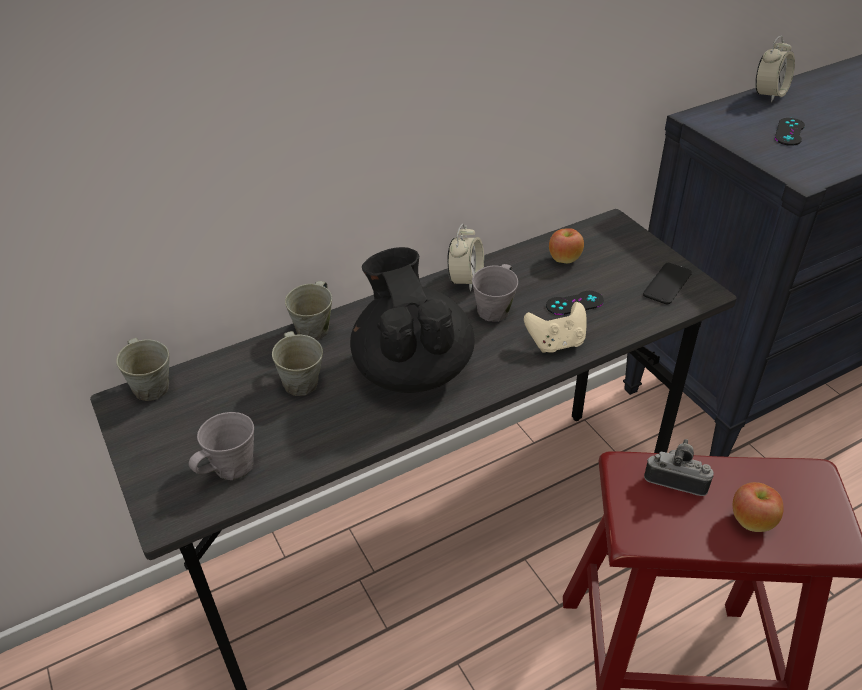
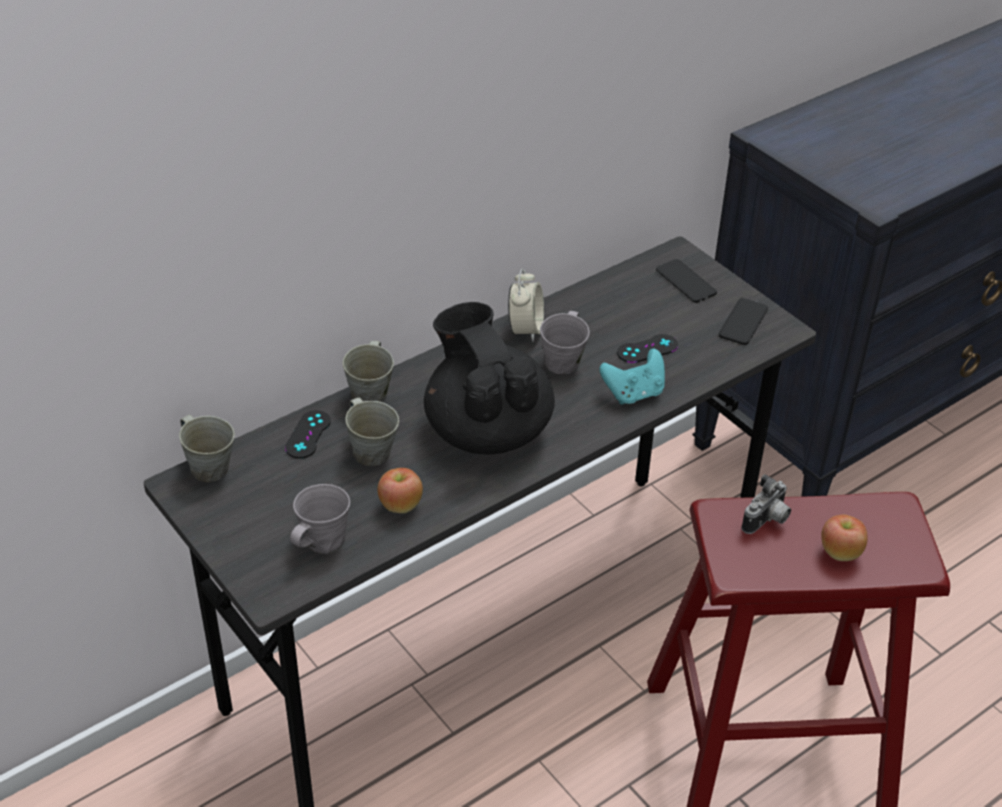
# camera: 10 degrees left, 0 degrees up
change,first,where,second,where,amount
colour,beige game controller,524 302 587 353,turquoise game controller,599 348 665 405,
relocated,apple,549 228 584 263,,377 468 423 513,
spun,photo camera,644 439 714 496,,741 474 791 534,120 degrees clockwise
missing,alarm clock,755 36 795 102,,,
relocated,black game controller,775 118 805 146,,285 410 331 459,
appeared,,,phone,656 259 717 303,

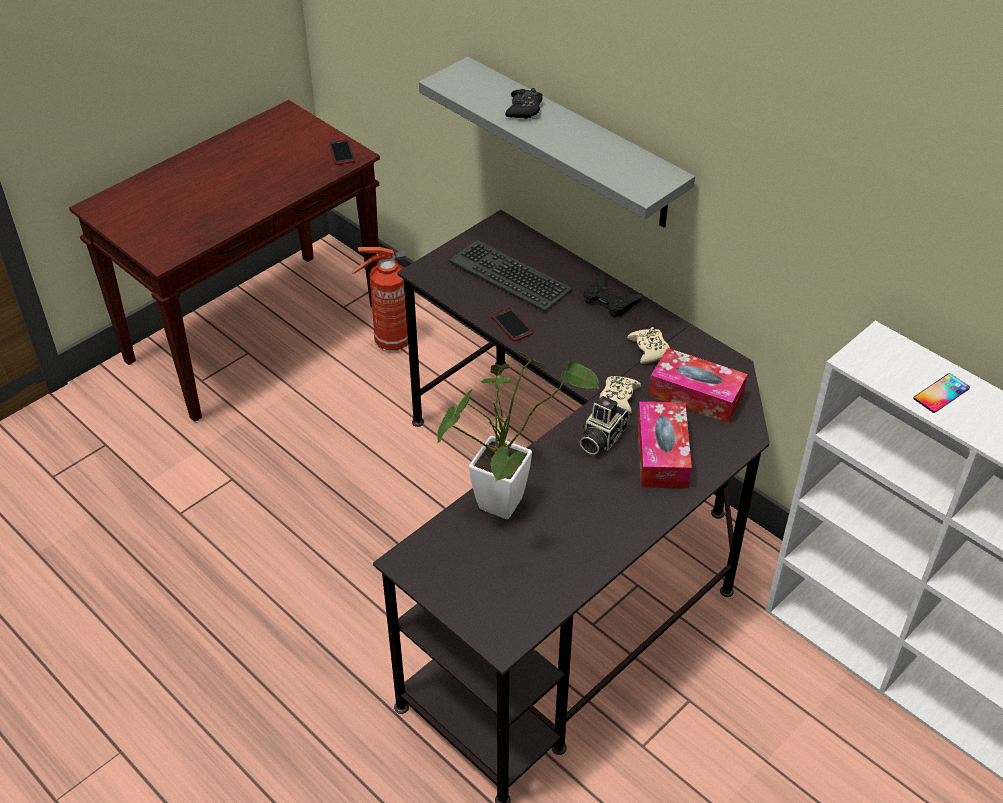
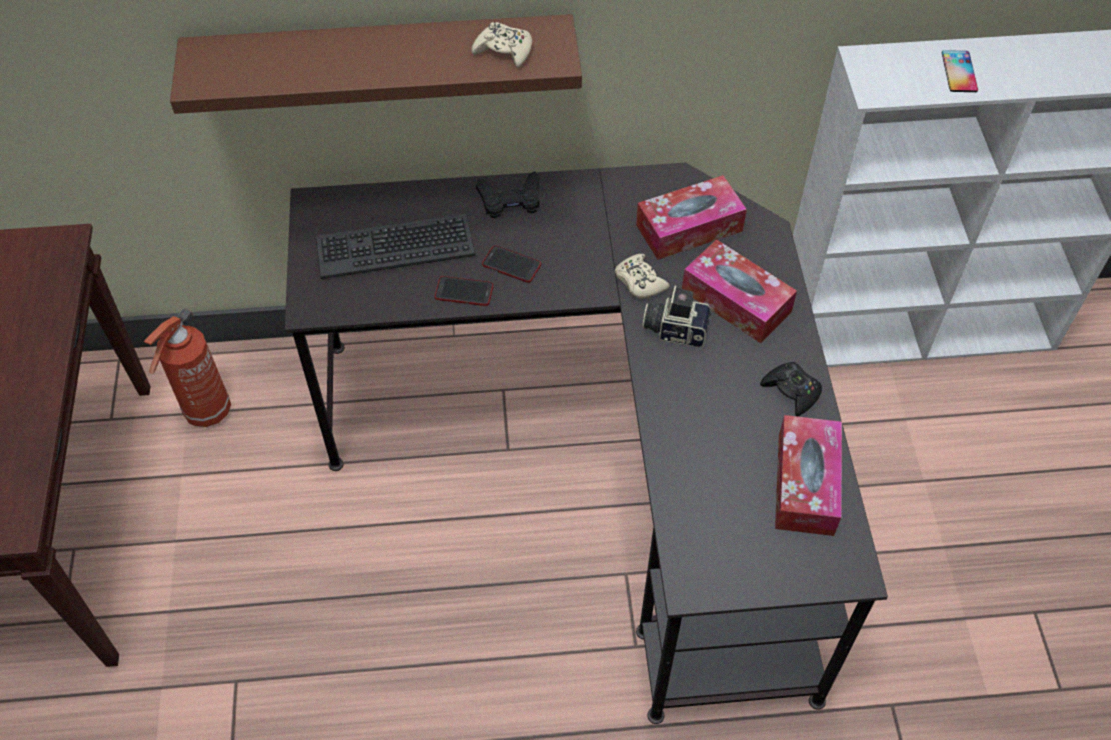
# camera: 50 degrees left, 10 degrees up
change,first,where,second,where,amount
relocated,phone,329 140 355 165,,482 245 541 283,
colour,grey shelf,419 57 695 227,brown shelf,170 14 582 114,
missing,potted plant,437 350 599 519,,,
relocated,black game controller,505 88 543 119,,760 362 822 416,
spun,photo camera,580 396 629 455,,642 286 711 347,120 degrees clockwise
relocated,beige game controller,627 327 670 364,,471 22 532 68,
appeared,,,tissue box,775 415 842 536,

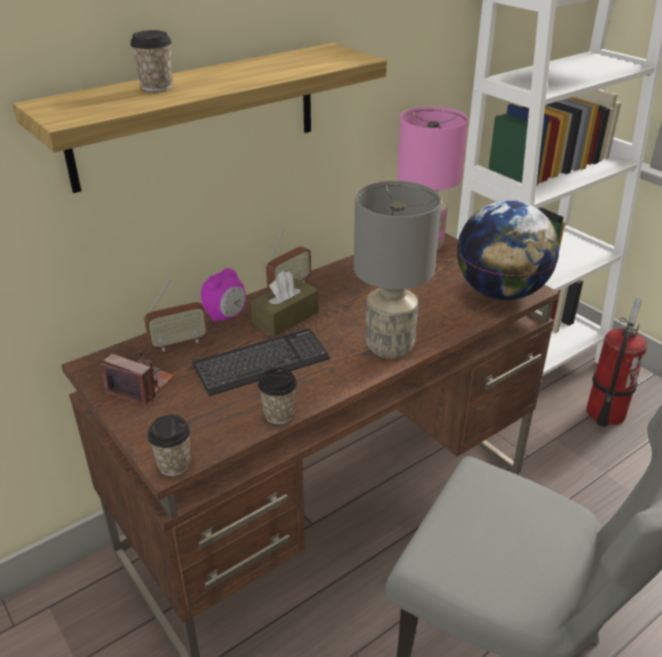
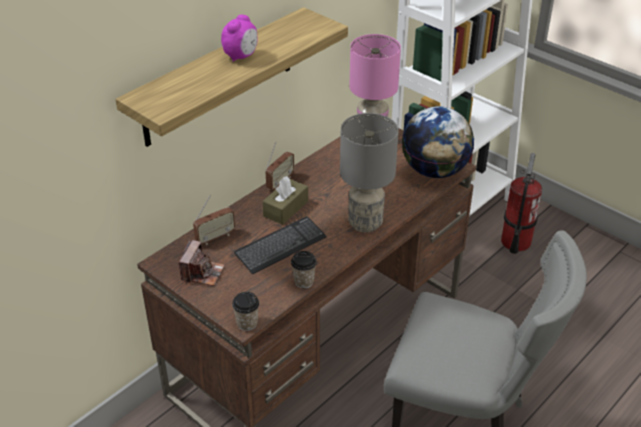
# camera: 10 degrees left, 5 degrees up
change,first,where,second,where,amount
spun,photo camera,100 351 175 405,,179 240 225 286,90 degrees clockwise
missing,cup,130 30 172 92,,,
relocated,alarm clock,201 268 246 323,,221 15 258 62,

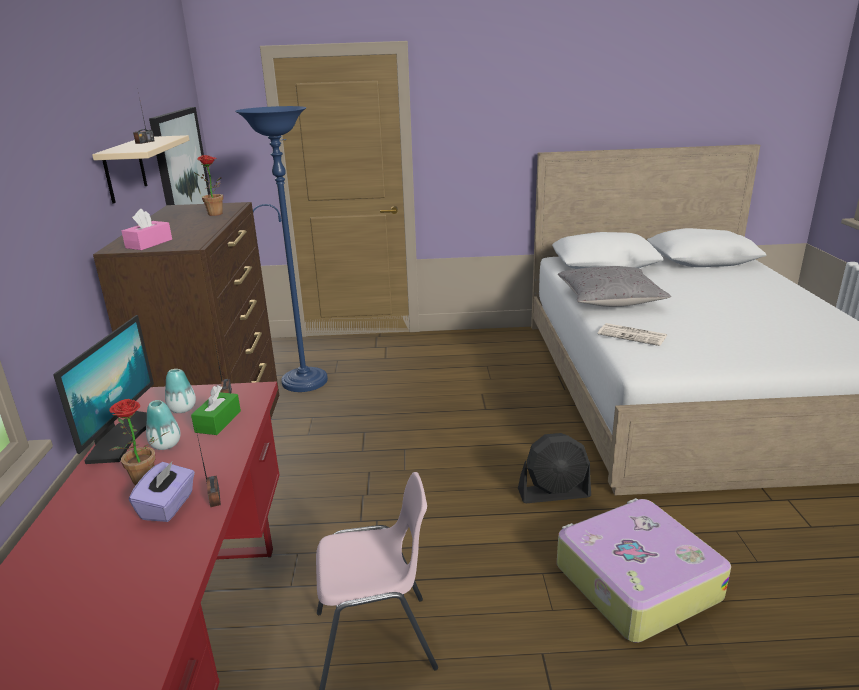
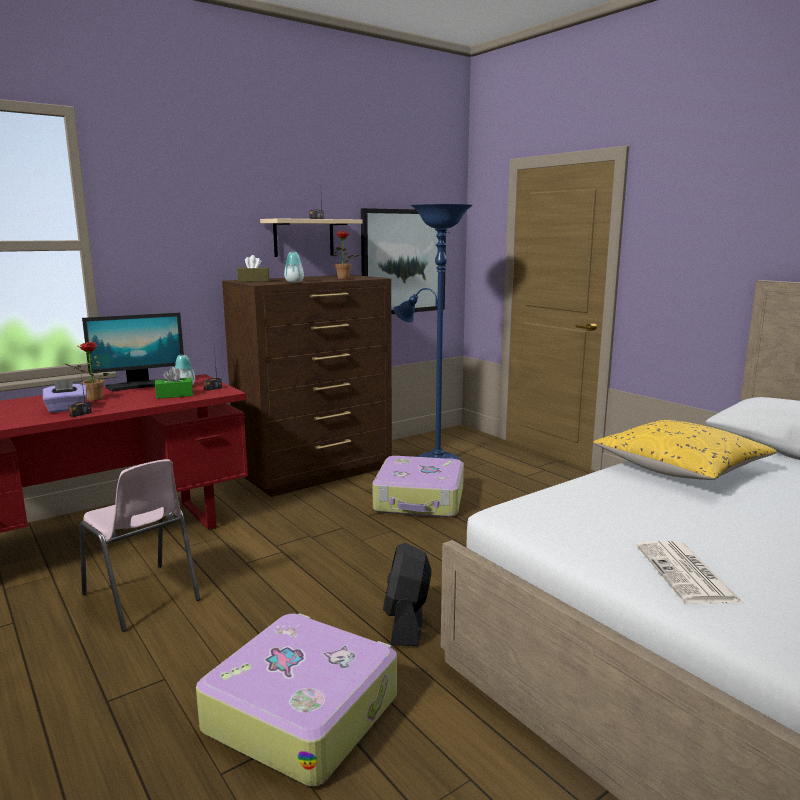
# camera: 55 degrees right, 10 degrees down
change,first,where,second,where,amount
colour,pink tissue box,122 209 172 250,brown tissue box,237 255 269 282,
relocated,vase,146 400 180 450,,284 252 304 283,
spun,black fan,518 433 591 503,,383 543 432 646,45 degrees clockwise
colour,grey pillow,558 266 671 307,yellow pillow,593 420 777 480,
relocated,newspaper,598 323 667 346,,636 541 744 604,
appeared,,,suitcase,372 456 464 517,

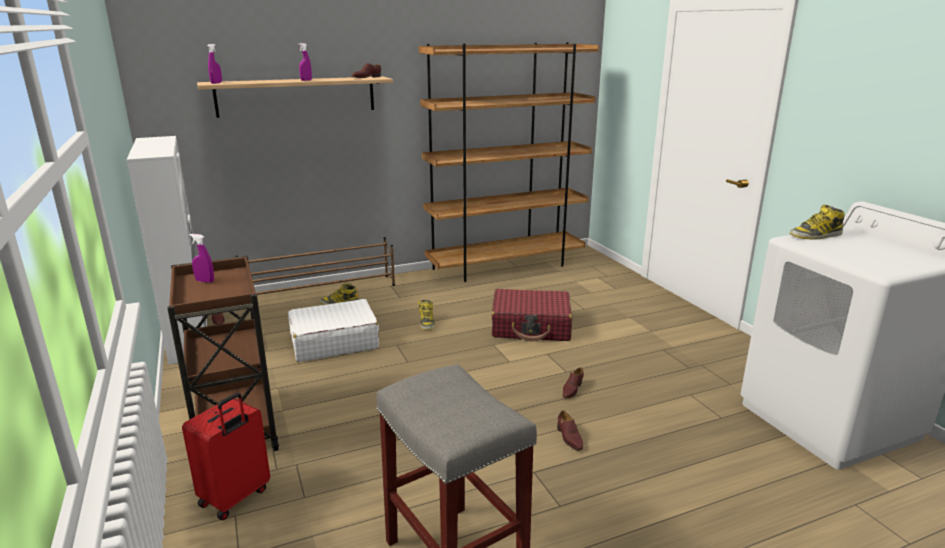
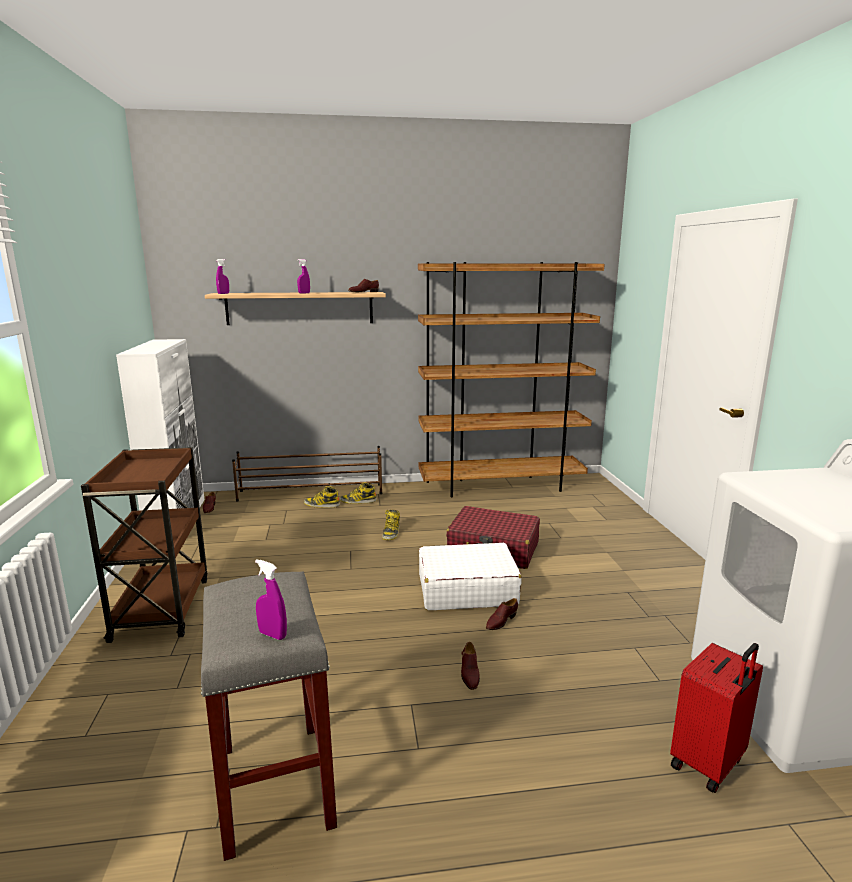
# camera: 15 degrees right, 5 degrees down
change,first,where,second,where,amount
relocated,red suitcase,182 392 270 520,,670 643 763 793,
relocated,purple spray bottle,189 234 214 283,,255 559 287 640,
relocated,white suitcase,288 299 379 362,,419 543 522 610,
relocated,boot,790 204 845 239,,340 482 377 504,

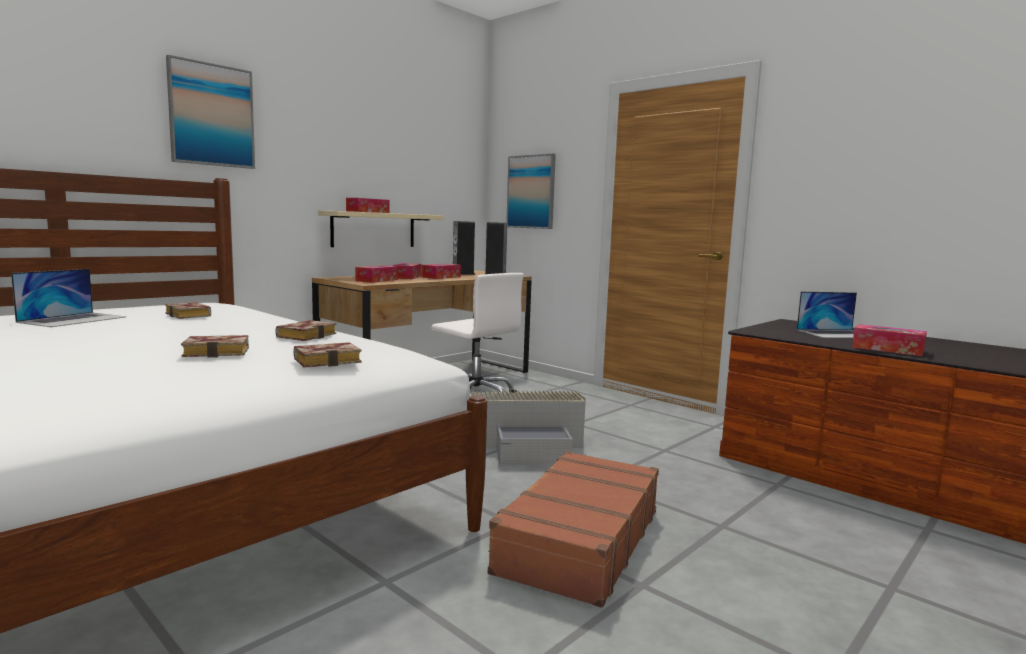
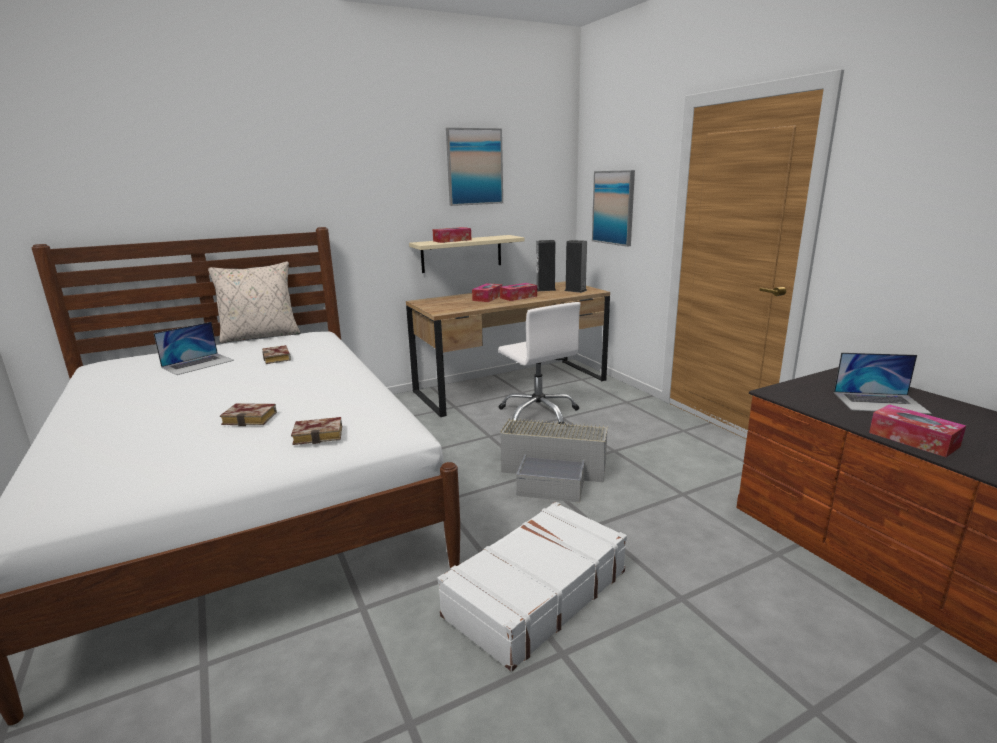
# camera: 20 degrees right, 10 degrees up
change,first,where,second,where,amount
relocated,picture,166 55 255 169,,446 128 503 206,
missing,book,275 320 336 341,,,
missing,tissue box,355 265 398 283,,,
colour,brown suitcase,488 451 659 608,white suitcase,438 502 627 671,
appeared,,,beige pillow,208 262 300 343,

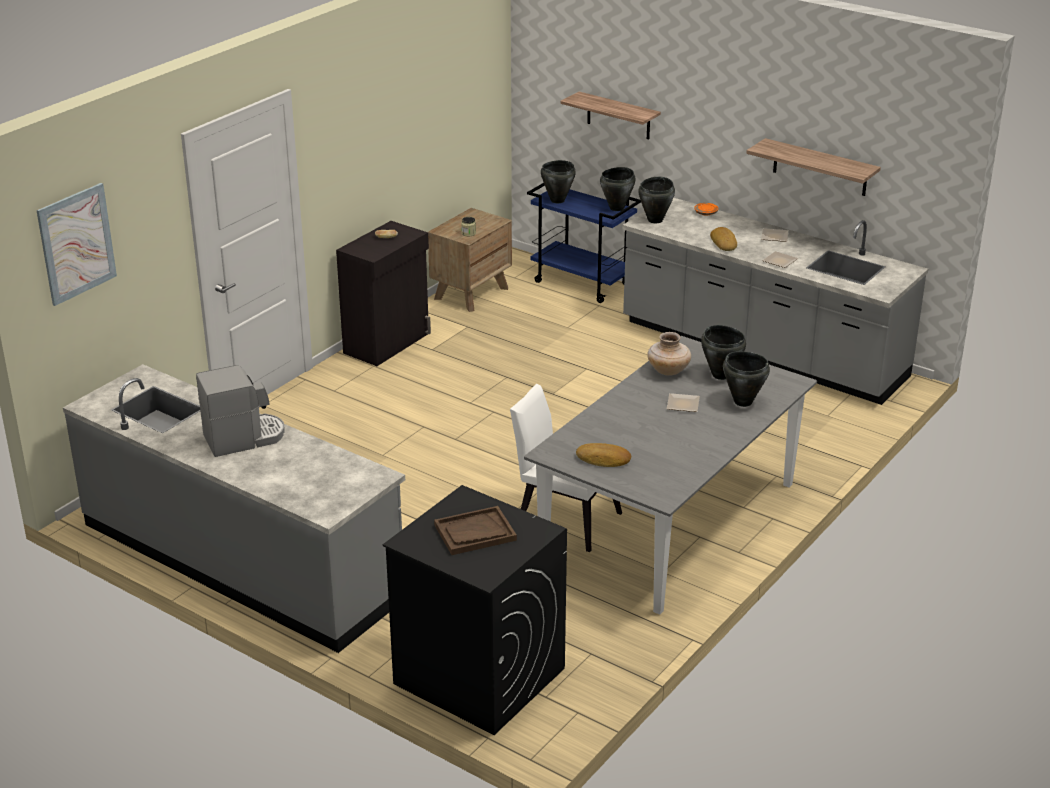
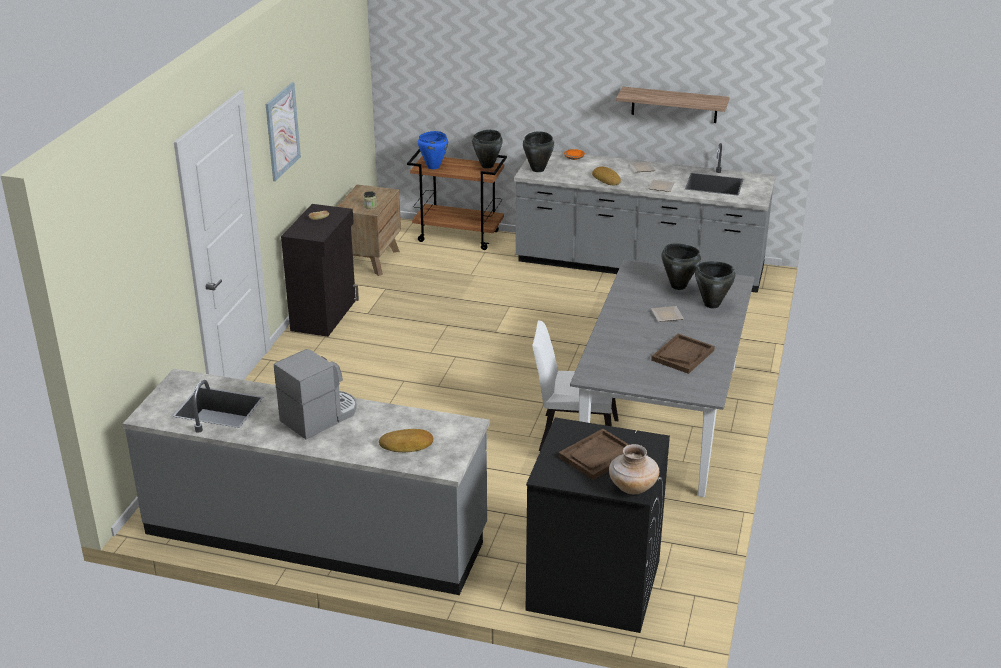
# camera: 20 degrees left, 0 degrees up
change,first,where,second,where,amount
relocated,picture,36 183 117 306,,266 82 301 181,
colour,blue cart,527 183 641 303,brown cart,407 149 507 250,
colour,black cooking pot,541 160 576 203,blue cooking pot,418 131 448 169,
missing,shelf,560 92 661 140,,,
relocated,bread,576 443 631 467,,379 429 433 452,
relocated,beige vase,647 332 691 376,,609 444 659 494,
appeared,,,brown tray,651 334 715 374,

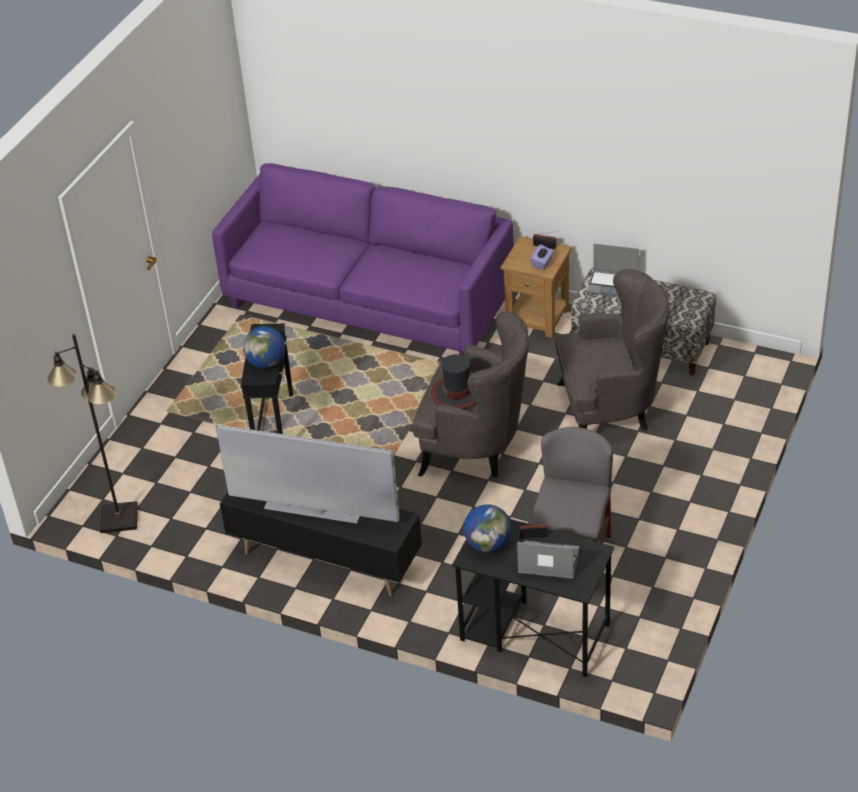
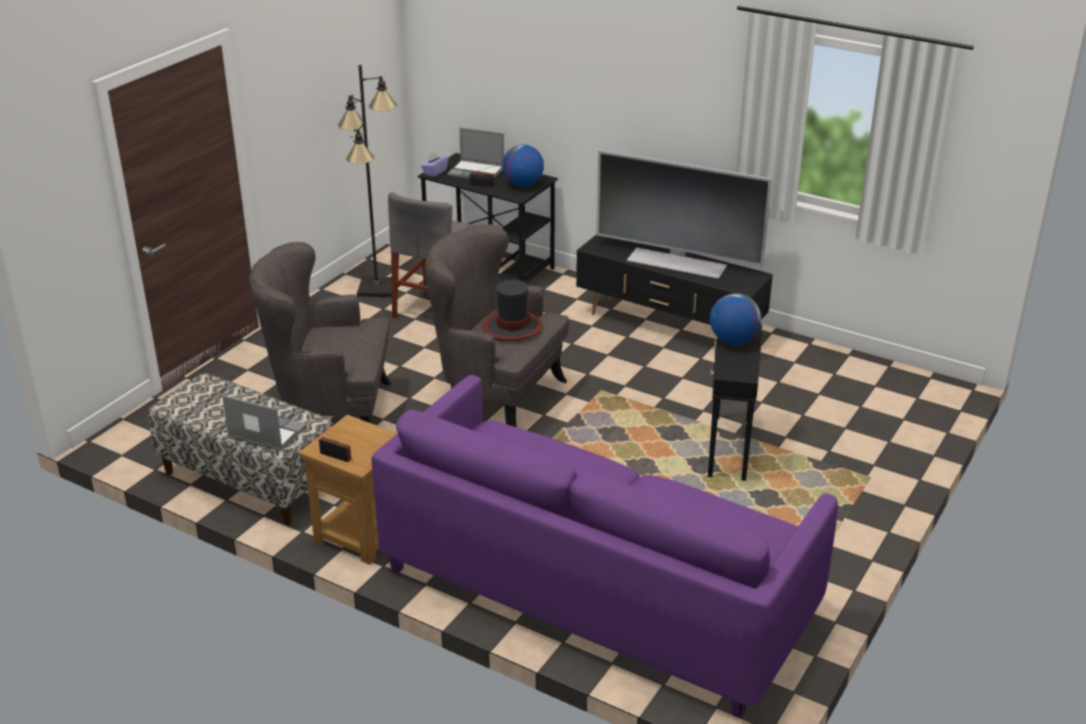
# camera: 175 degrees left, 10 degrees down
change,first,where,second,where,amount
relocated,black floor lamp,48 334 138 533,,338 65 397 297,
relocated,purple tissue box,530 244 554 270,,421 151 449 177,

